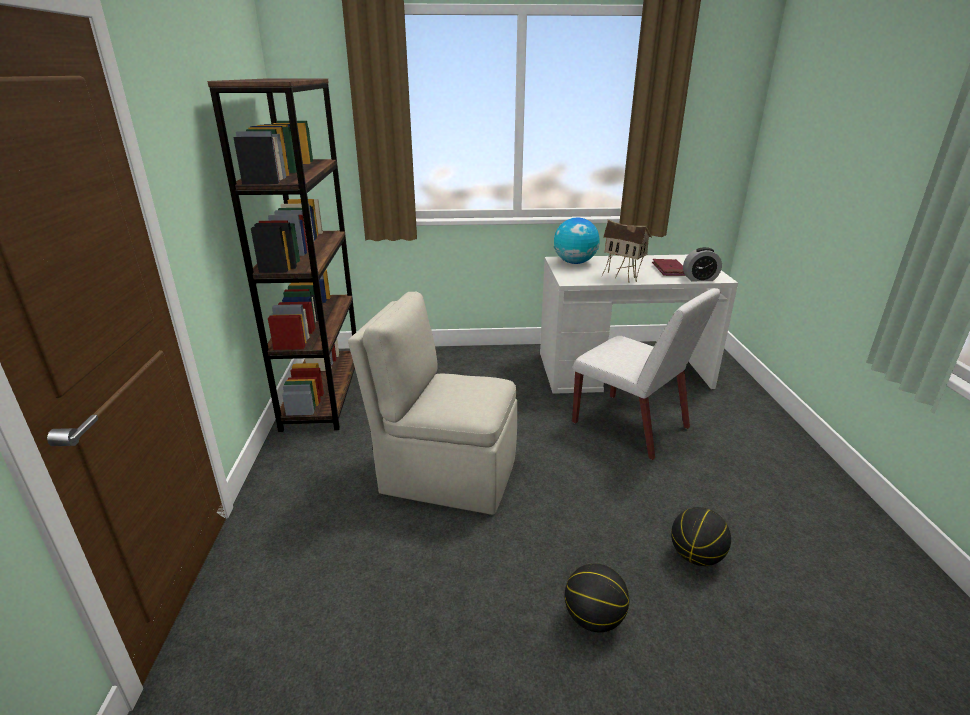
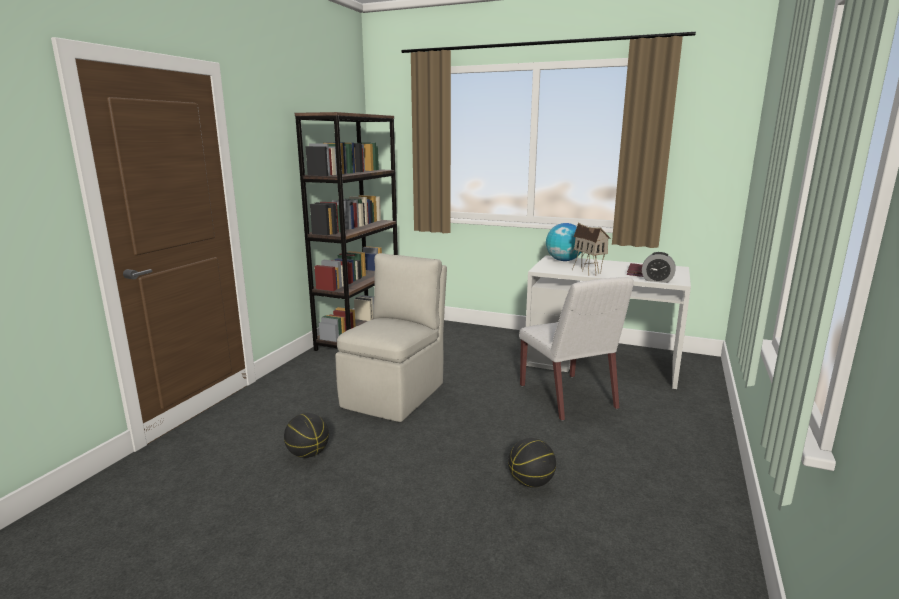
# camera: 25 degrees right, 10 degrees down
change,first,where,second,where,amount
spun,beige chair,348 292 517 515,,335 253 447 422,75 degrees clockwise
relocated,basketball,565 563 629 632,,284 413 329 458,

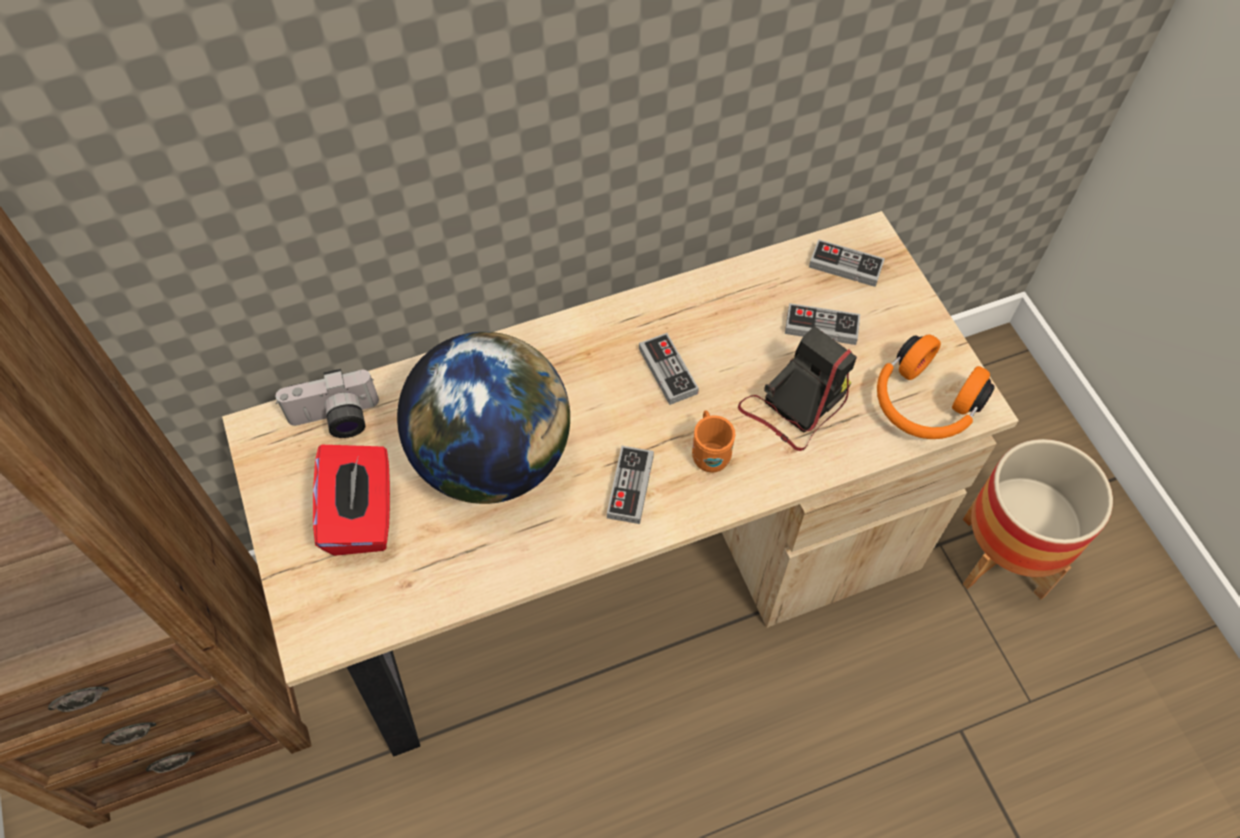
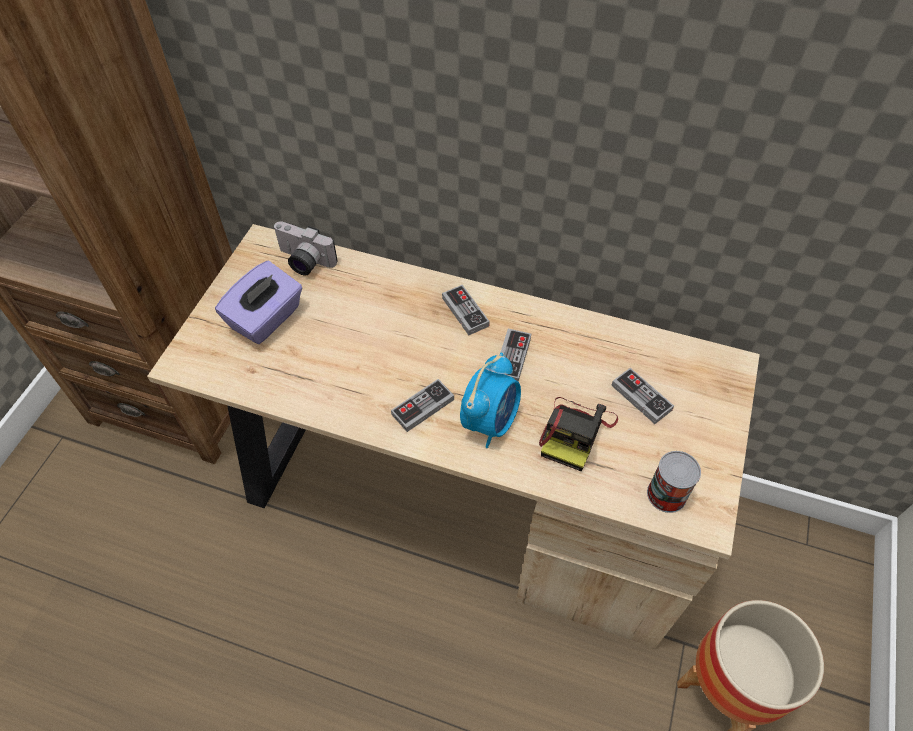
# camera: 40 degrees right, 5 degrees down
change,first,where,second,where,amount
colour,red tissue box,313 445 390 556,purple tissue box,215 261 302 344,
missing,globe,397 332 570 504,,,
exchanged,orange mug,692 410 735 472,alarm clock,460 353 521 448,
spun,photo camera,738 326 857 451,,539 397 618 471,120 degrees clockwise
relocated,game controller,809 239 885 287,,442 285 490 335,
exchanged,orange headphones,877 334 995 439,can,647 451 701 513,

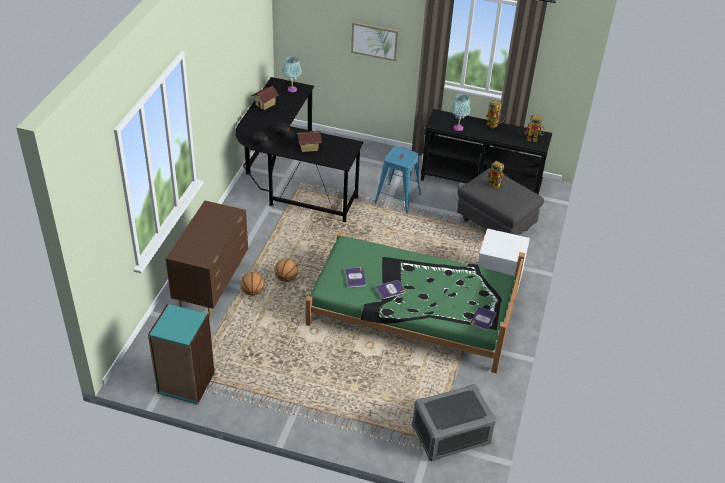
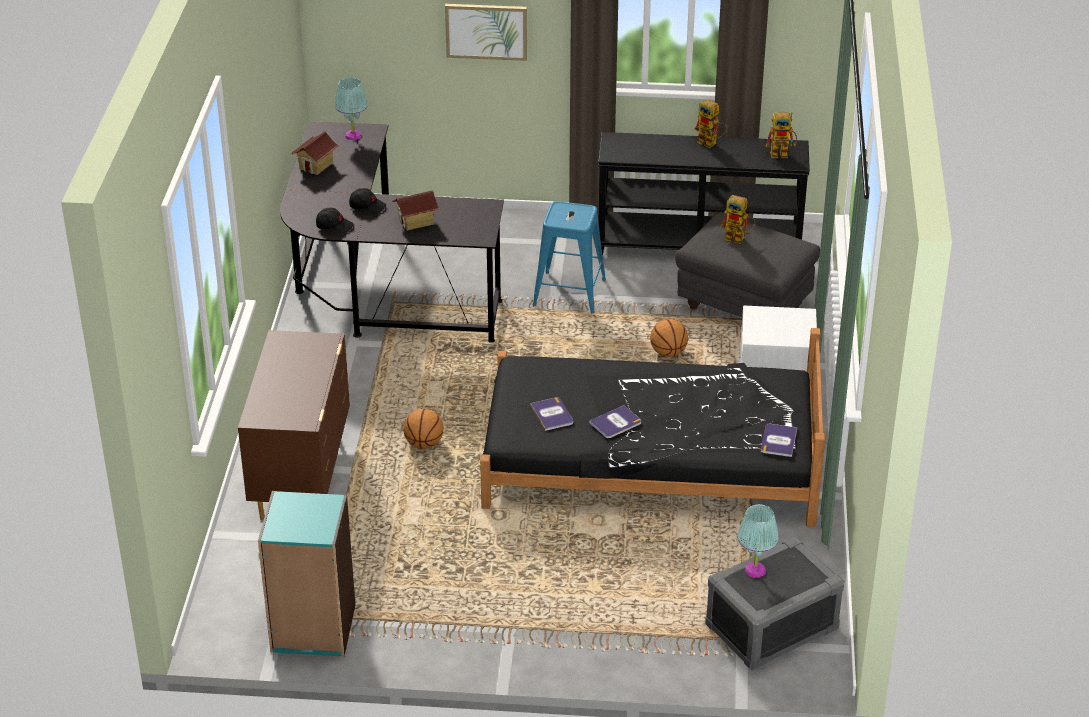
# camera: 10 degrees left, 5 degrees down
change,first,where,second,where,amount
relocated,basketball,240 272 264 296,,650 319 688 357,
colour,green bed,306 232 525 373,black bed,480 328 825 527,
relocated,turquoise table lamp,451 94 471 131,,737 504 779 578,

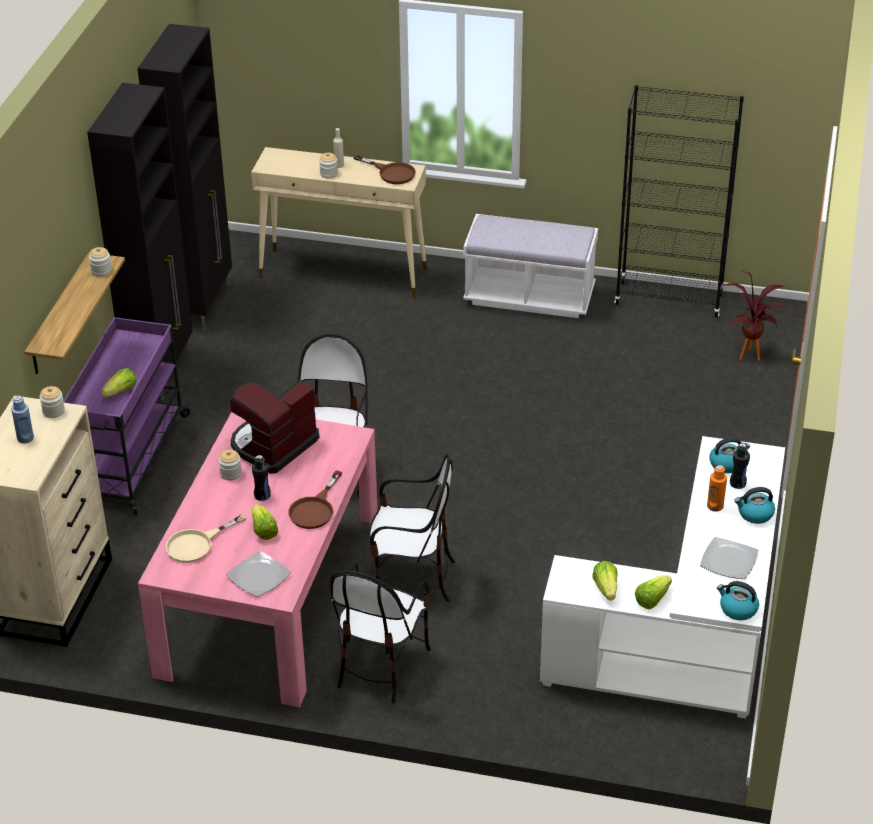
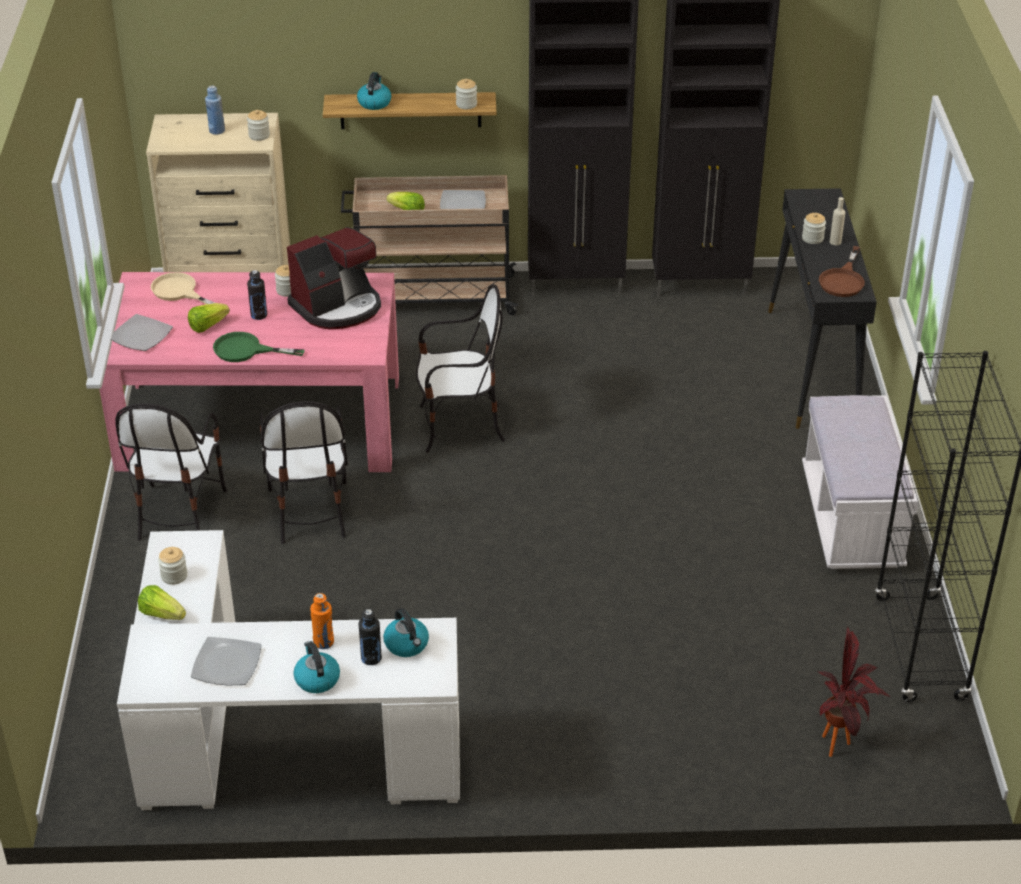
# camera: 75 degrees right, 0 degrees up
change,first,where,second,where,amount
colour,purple cart,63 317 191 515,beige cart,341 175 519 315,
spun,coffee machine,230 380 319 474,,287 227 381 330,120 degrees clockwise
colour,beige console table,251 147 427 298,black console table,768 188 877 429,
colour,brown frying pan,288 471 342 529,green frying pan,213 332 305 362,
spun,chair,330 563 431 704,,115 403 227 541,90 degrees counterclockwise
exchanged,lettuce,592 561 618 601,jar,158 547 187 585,
relocated,kettle,717 581 759 620,,357 72 392 110,
appeared,,,plate,440 190 486 209,

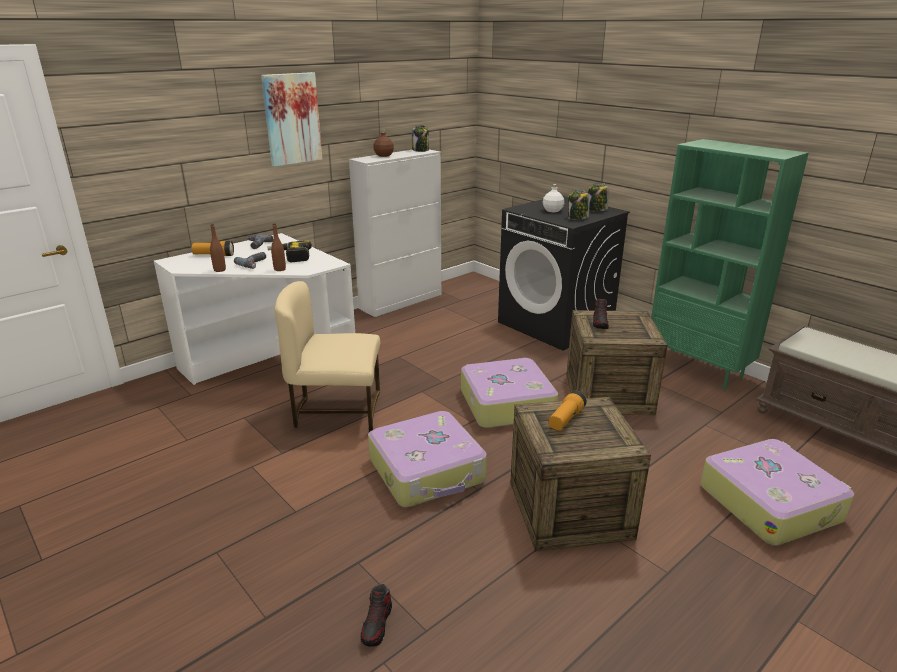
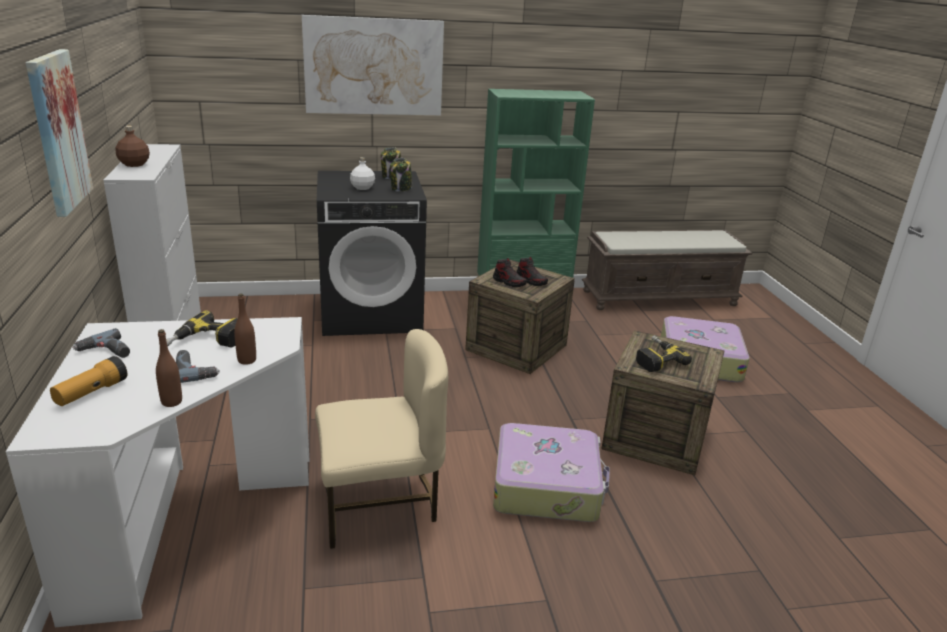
# camera: 60 degrees left, 0 degrees up
change,first,where,second,where,amount
spun,beige chair,275 281 380 432,,315 329 448 549,135 degrees counterclockwise
relocated,shoe,361 584 392 647,,516 257 548 286,
missing,jar,412 125 429 152,,,
missing,suitcase,461 358 558 428,,,
exchanged,flashlight,549 391 587 431,power drill,636 335 692 372,
appeared,,,picture,302 15 444 115,

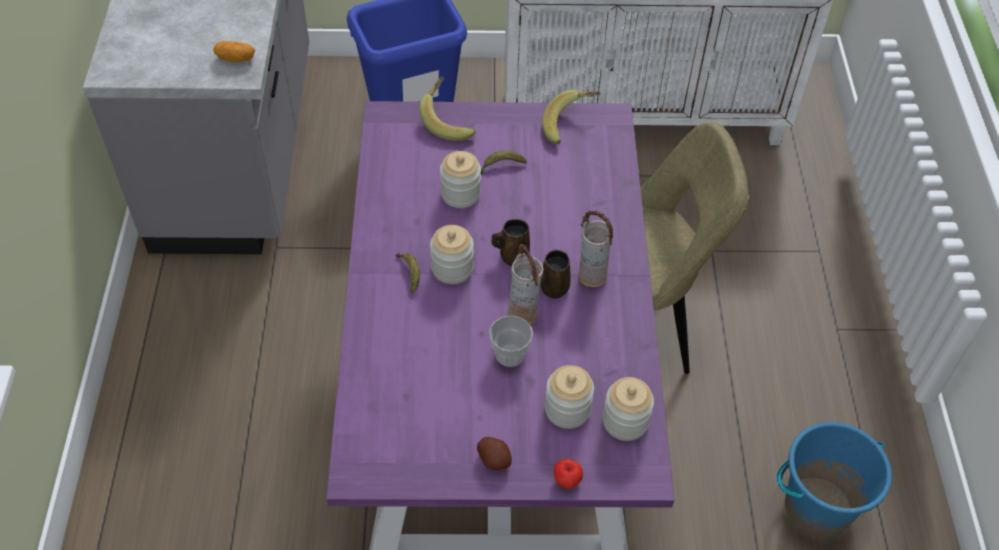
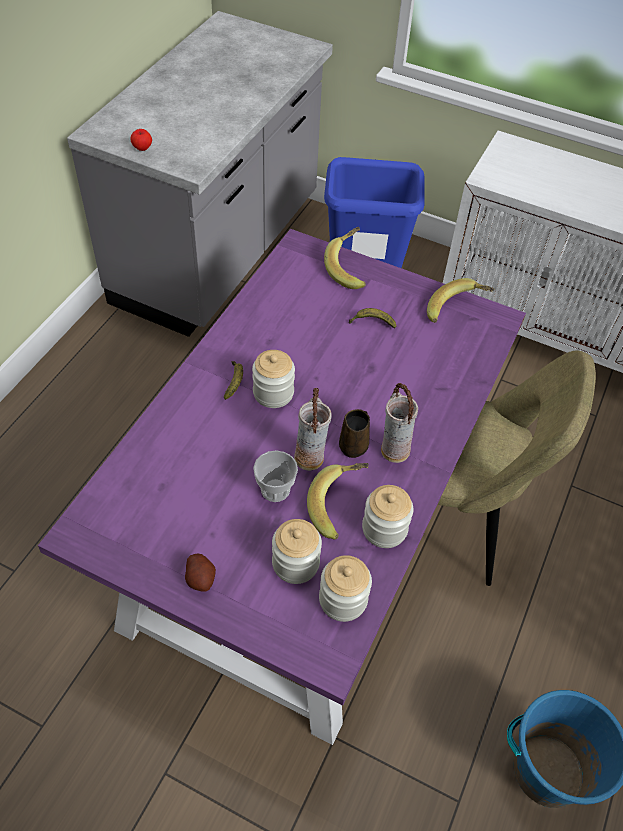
# camera: 25 degrees right, 0 degrees up
change,first,where,second,where,amount
missing,potato,213 41 255 62,,,
relocated,jar,440 151 481 208,,362 485 414 548,
missing,brown mug,491 219 530 266,,,
relocated,apple,554 459 583 488,,130 129 152 151,
appeared,,,banana,307 463 368 540,

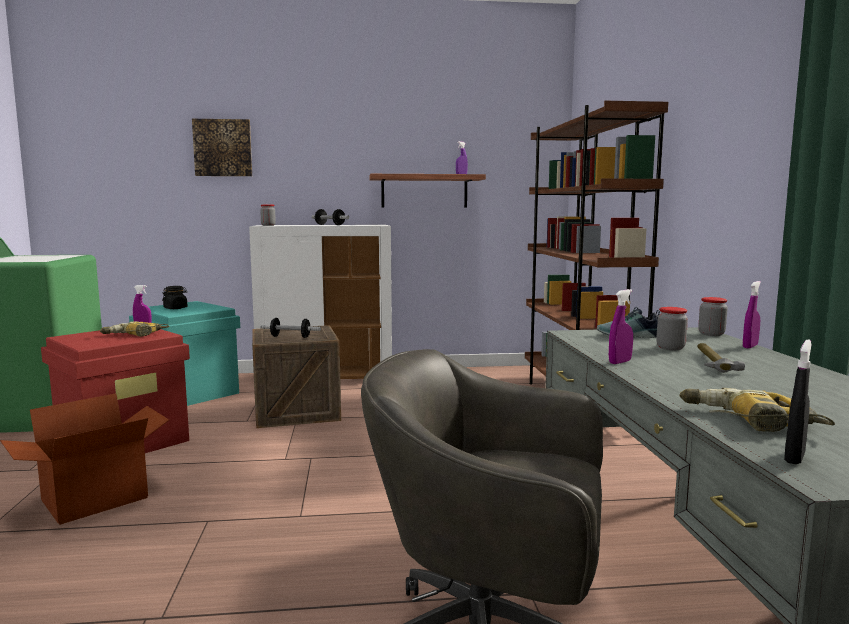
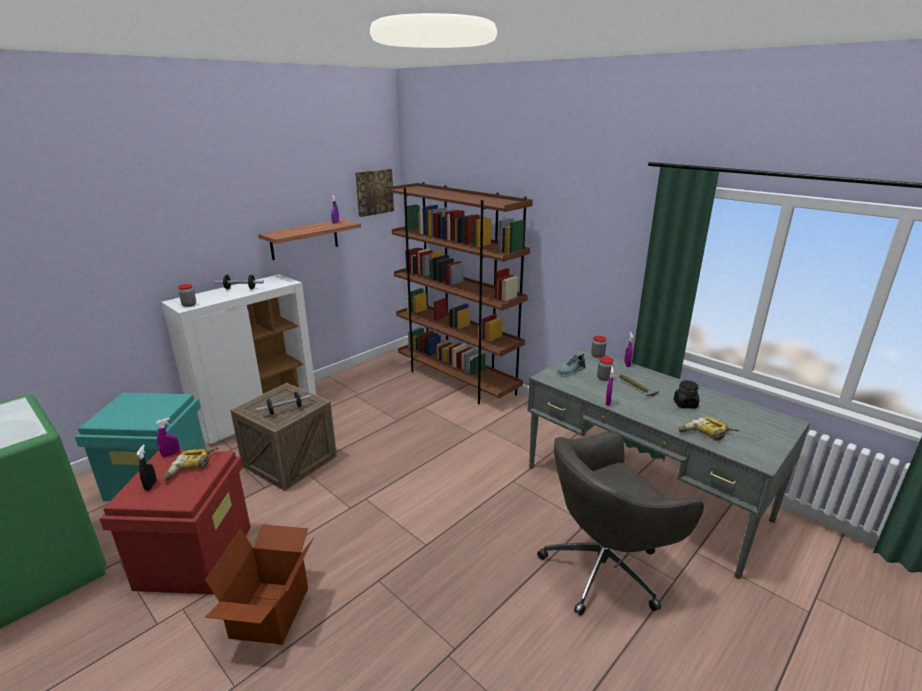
# camera: 40 degrees left, 15 degrees up
change,first,where,second,where,amount
relocated,black jar,162 286 188 309,,674 380 699 409,
relocated,picture,192 119 252 176,,355 169 394 217,
relocated,black spray bottle,784 340 812 464,,136 445 157 491,

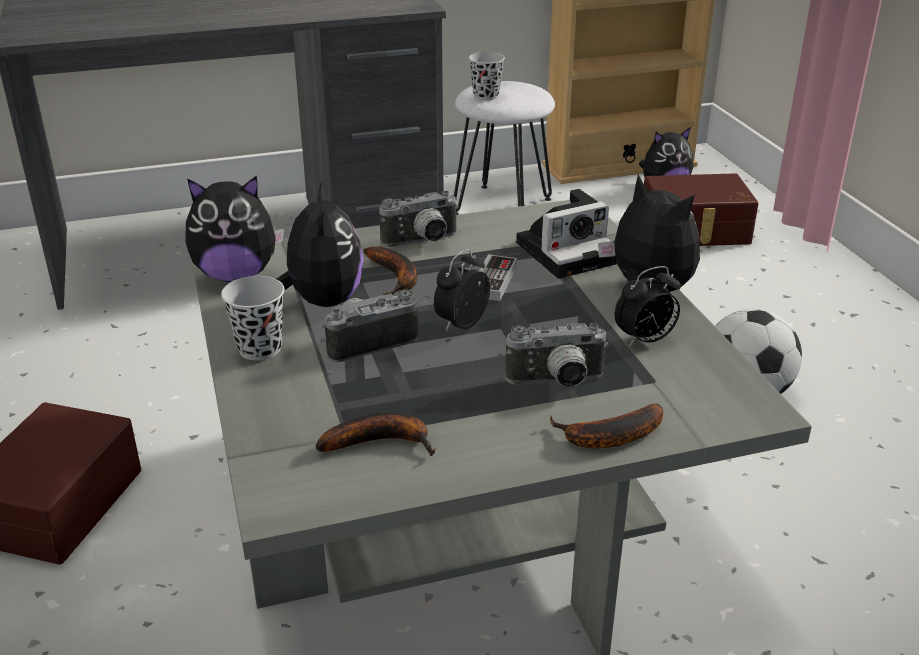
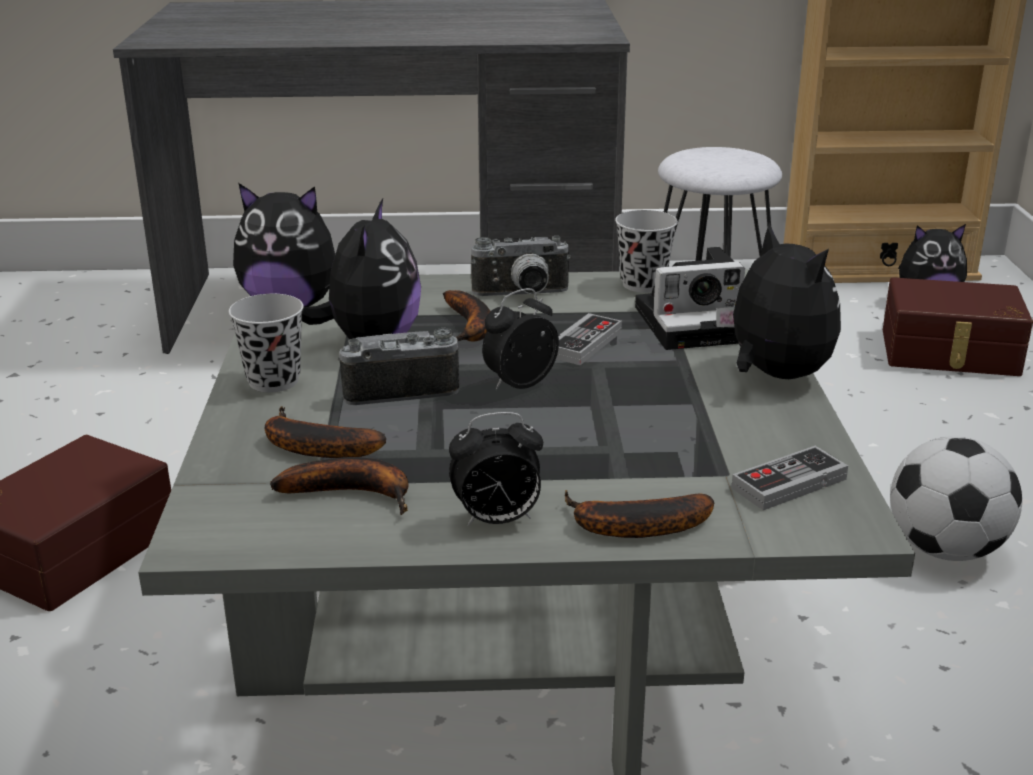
# camera: 15 degrees right, 5 degrees down
change,first,where,second,where,amount
relocated,black cup,469 52 505 100,,615 210 678 293,
missing,photo camera,505 323 608 388,,,
relocated,alarm clock,615 266 681 347,,449 412 543 526,
appeared,,,banana,265 406 386 458,
appeared,,,game controller,731 446 848 510,

